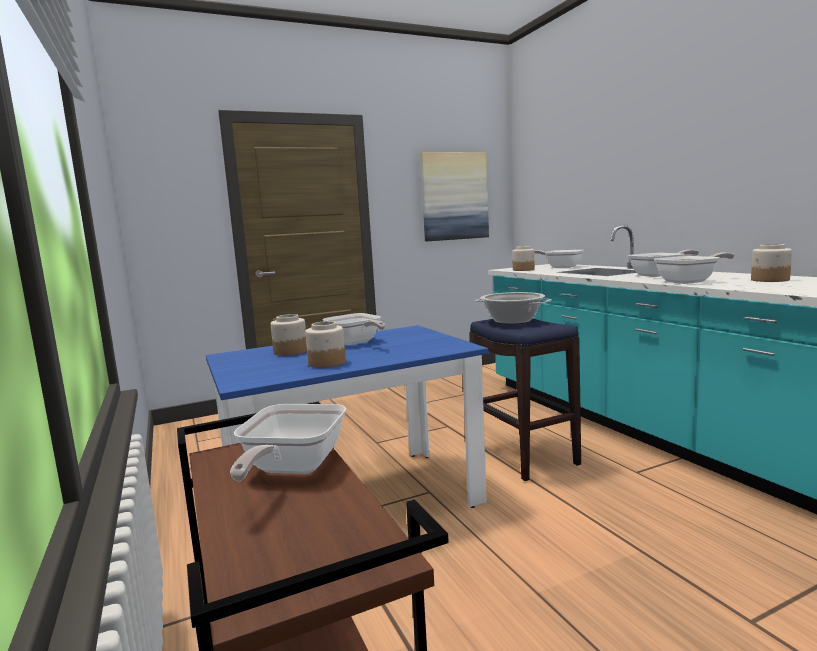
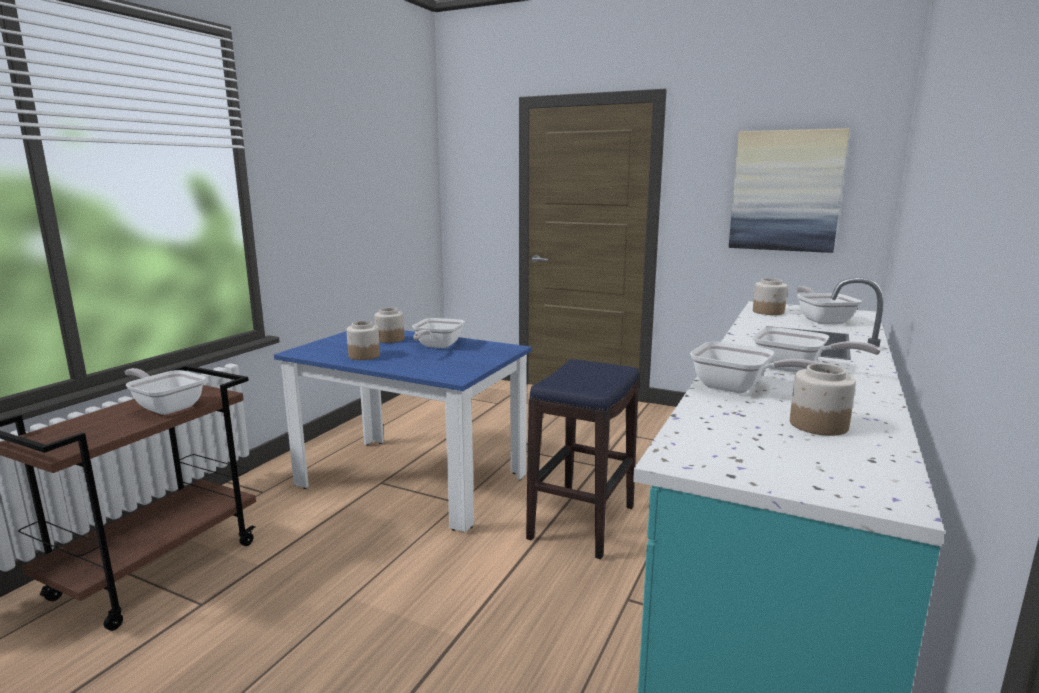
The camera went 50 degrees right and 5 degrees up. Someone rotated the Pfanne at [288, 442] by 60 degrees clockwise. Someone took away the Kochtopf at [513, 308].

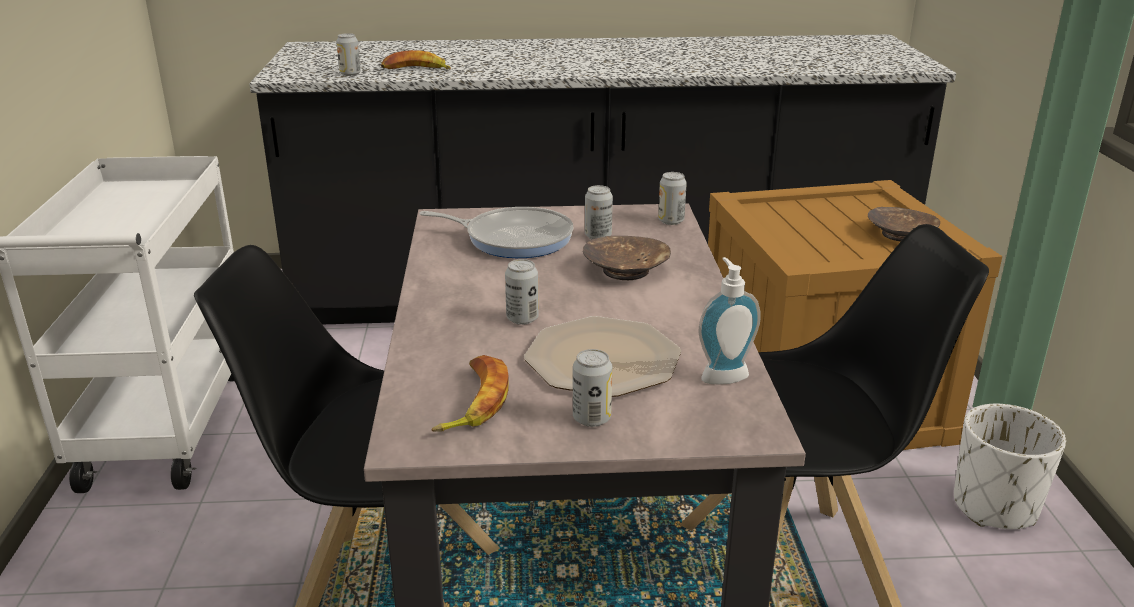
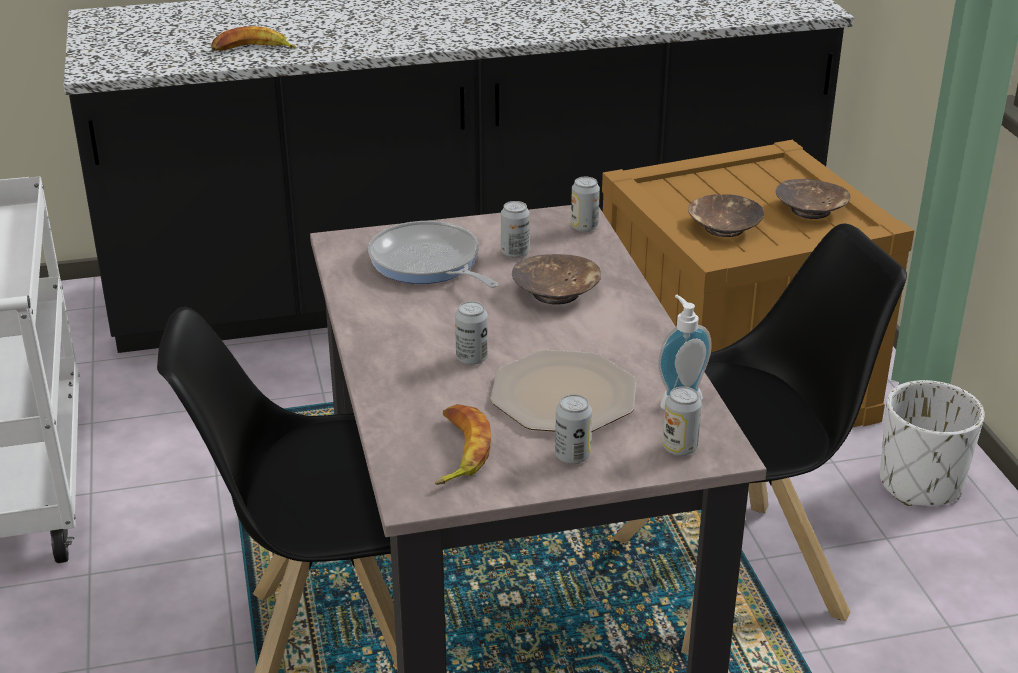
The camera went 10 degrees left and 5 degrees up. Someone rotated the Pfanne at [496, 232] by 135 degrees counterclockwise. Someone carried the Dose from [348, 54] to [682, 421]. Someone put down the Schüssel (braun) at [726, 215].

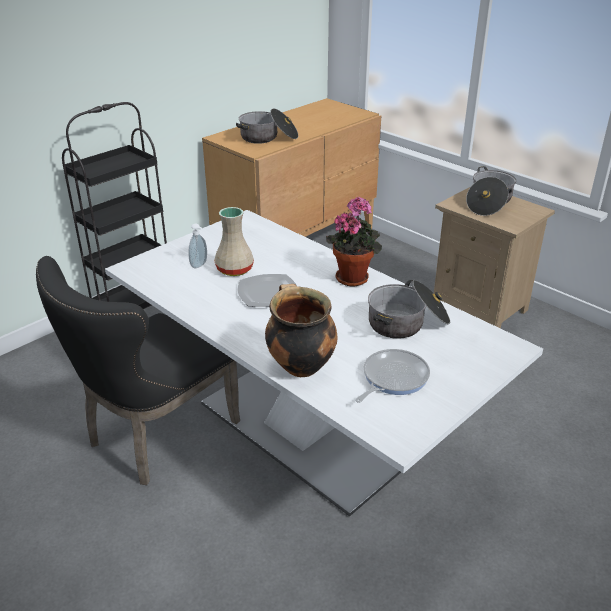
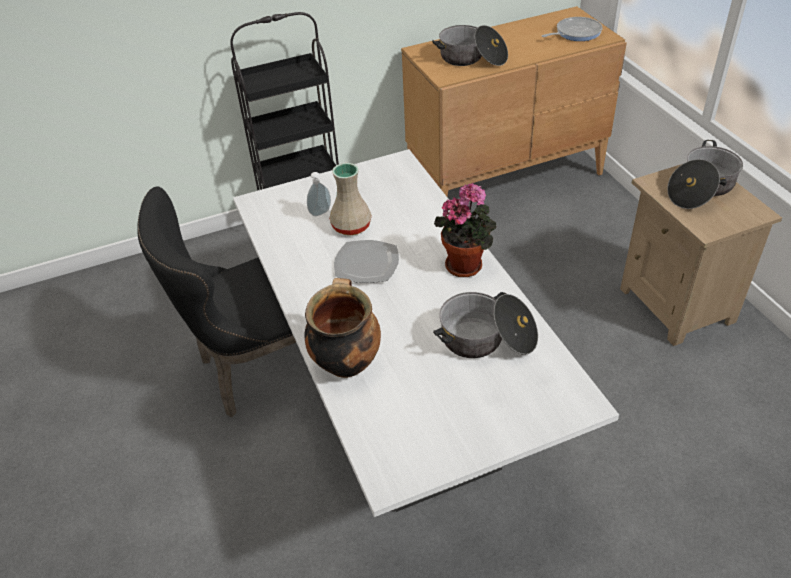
The camera went 25 degrees right and 10 degrees up. Someone carried the Pfanne from [392, 376] to [572, 29].

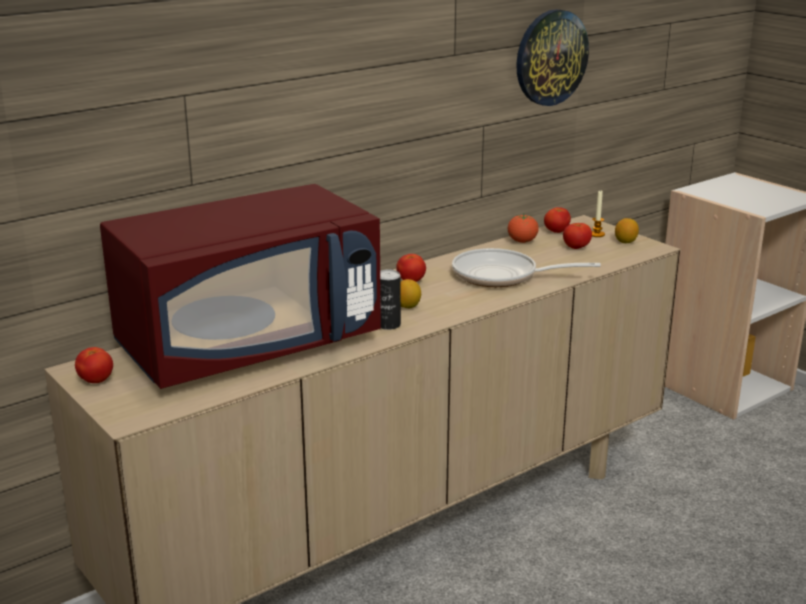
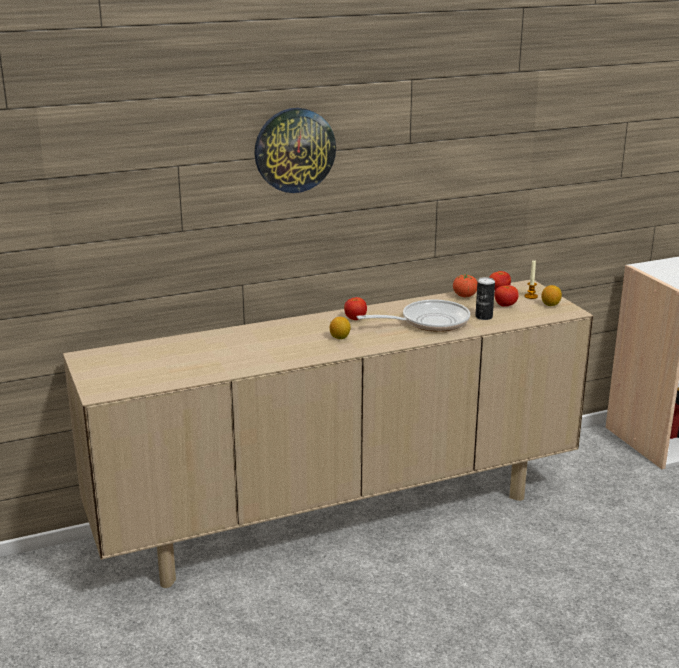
The camera went 15 degrees right and 0 degrees up. Someone carried the Wanduhr from [552, 57] to [295, 150]. Someone rotated the Pfanne at [526, 267] by 135 degrees clockwise. Someone carried the Dose from [390, 299] to [485, 298]. Someone took away the Tomate at [94, 365]. Someone took away the Mikrowelle (rot) at [240, 286].

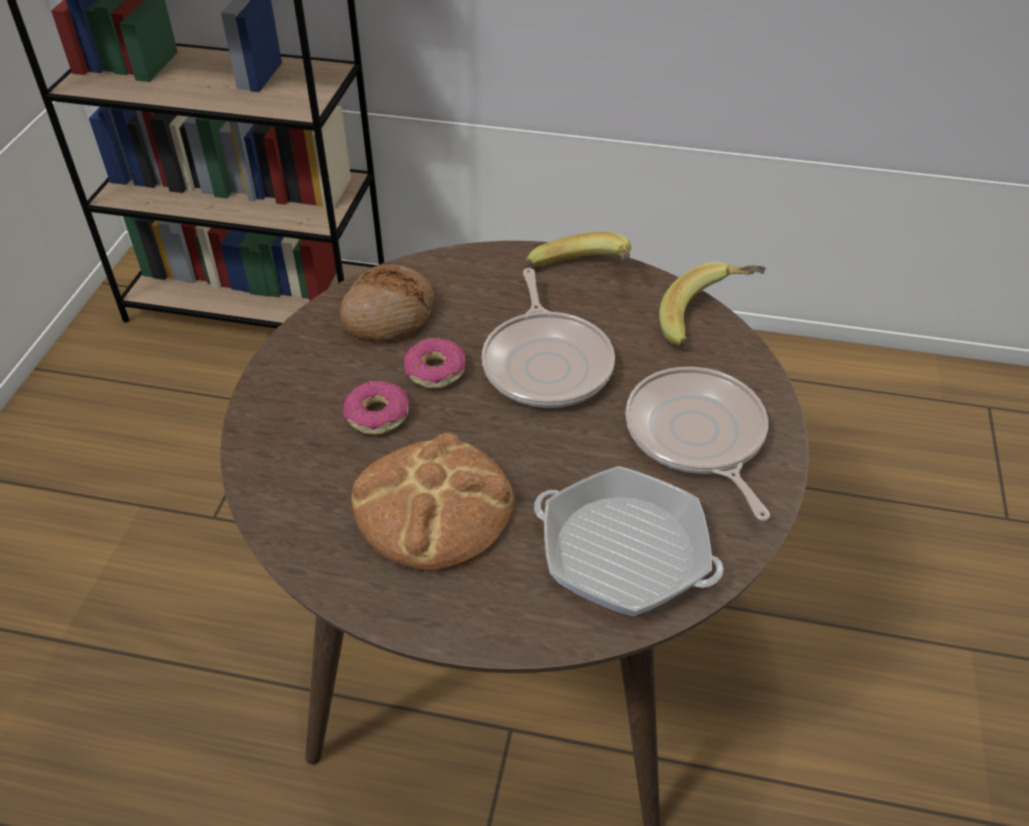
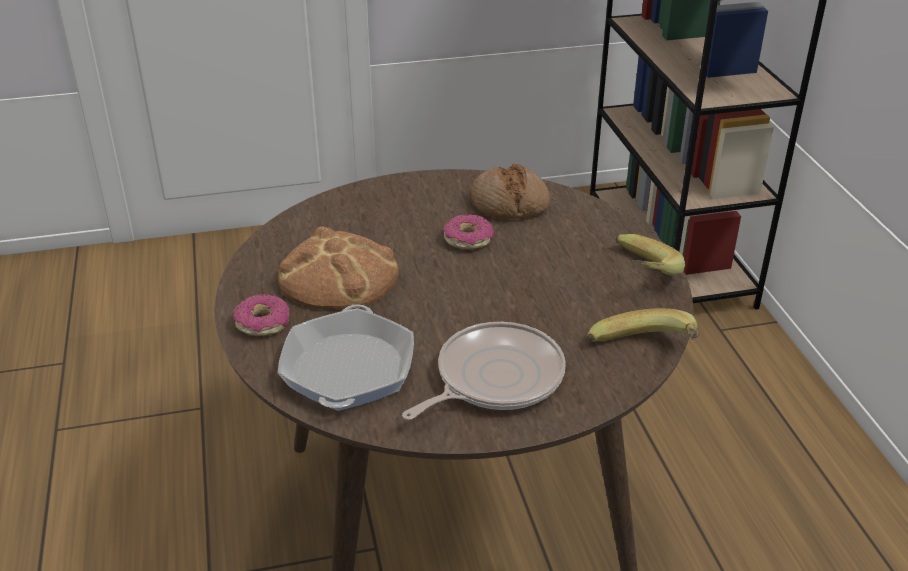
The camera went 65 degrees right and 10 degrees down. Someone carried the Donut from [376, 407] to [261, 315]. Someone took away the Pfanne at [548, 338].

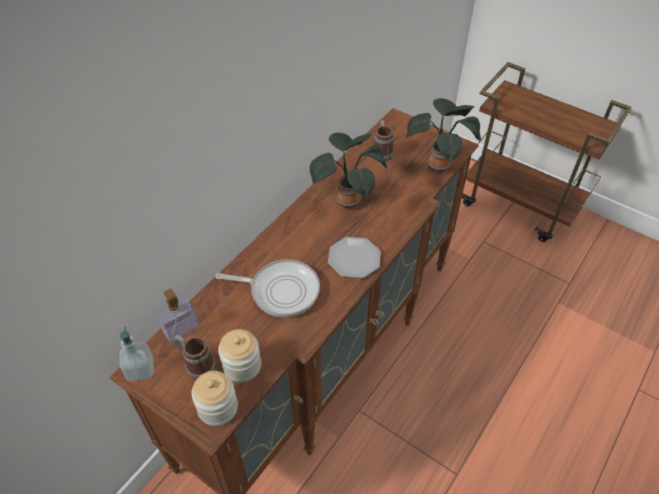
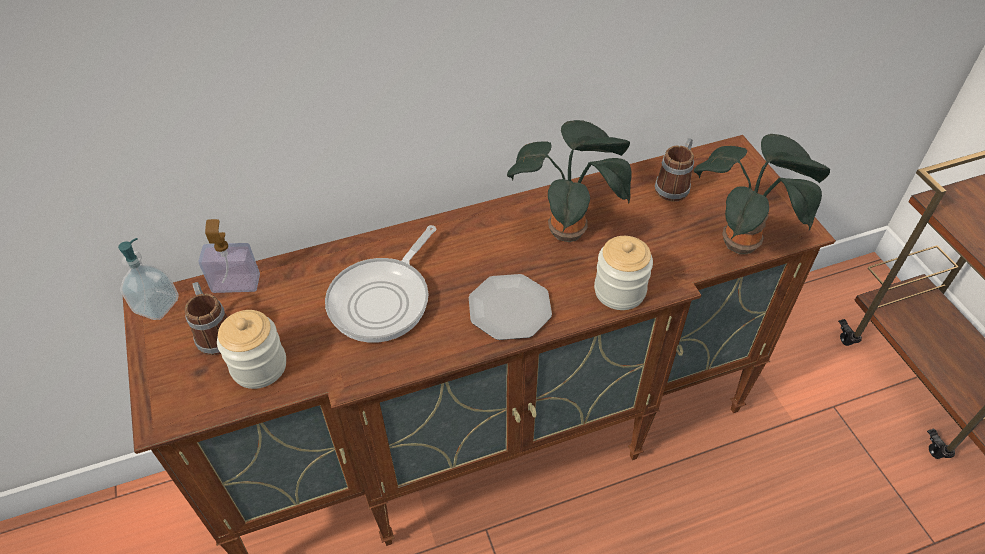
The camera went 35 degrees right and 0 degrees up. Someone rotated the Pfanne at [267, 288] by 75 degrees clockwise. Someone carried the Vorratsglas from [215, 398] to [623, 273].

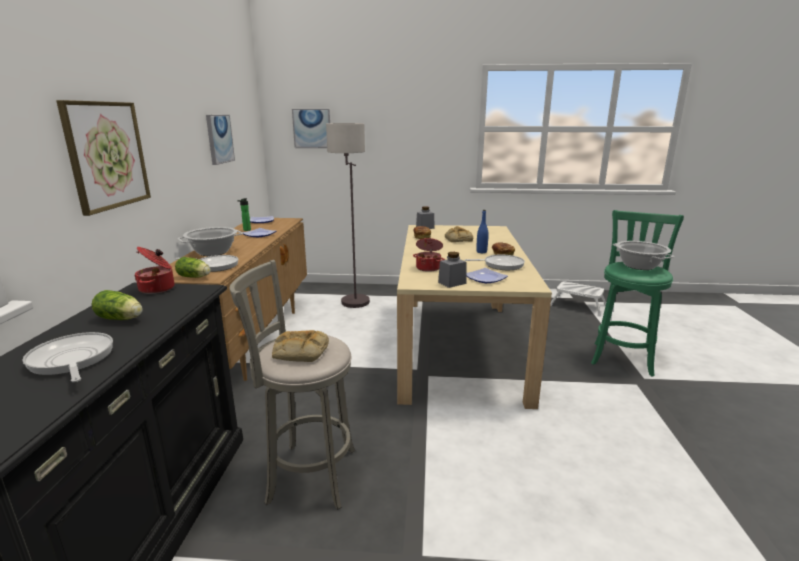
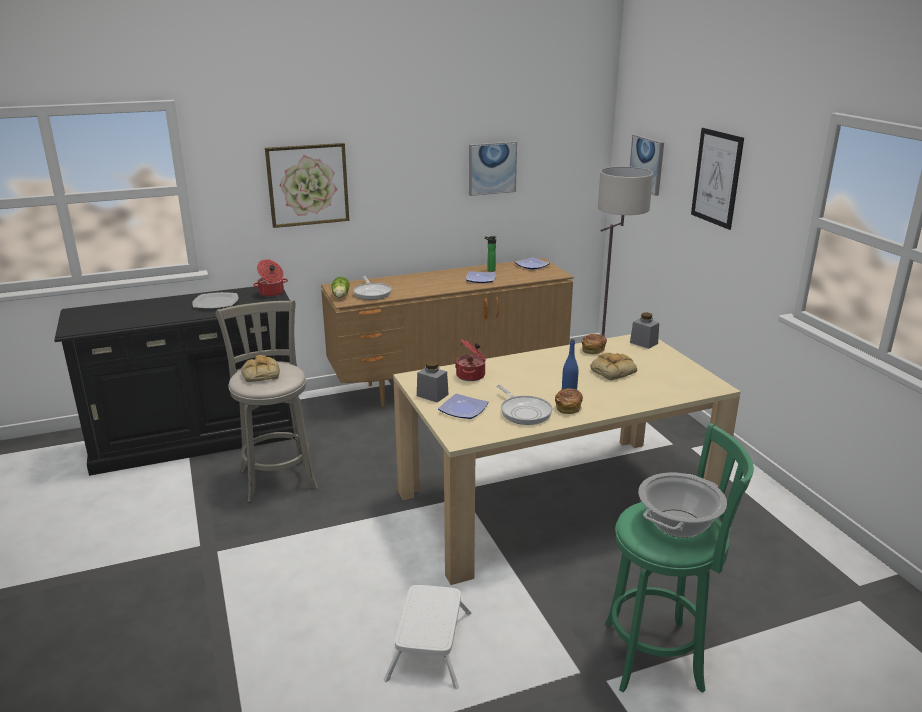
The camera went 65 degrees right and 5 degrees up. Someone swapped the Salatkopf at [116, 305] for the Teller at [215, 300]. Someone carried the Trittleiter (weiß) from [578, 298] to [427, 637]. Someone put up the Bild at [717, 179]. Someone took away the Pfanne at [67, 357]. Someone took away the Kochtopf at [210, 241].

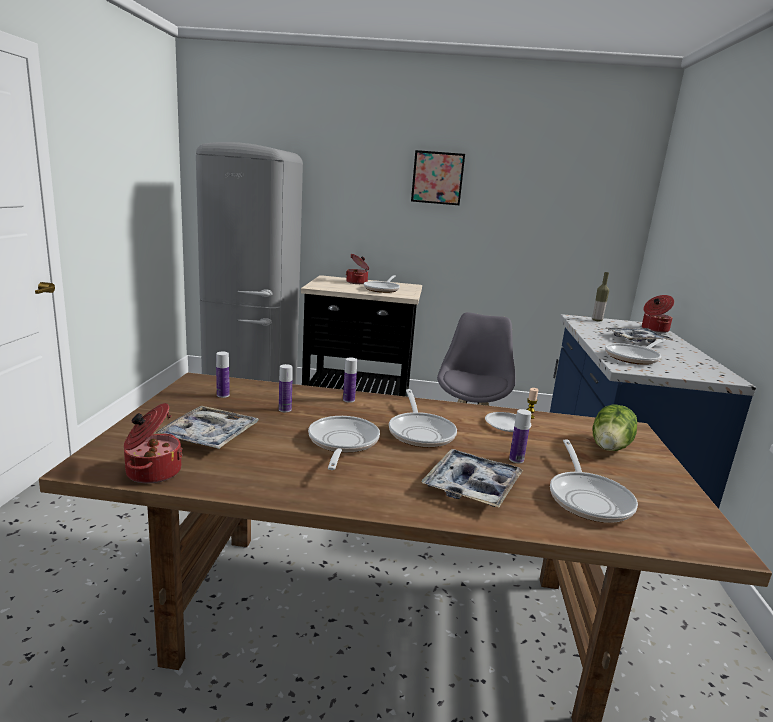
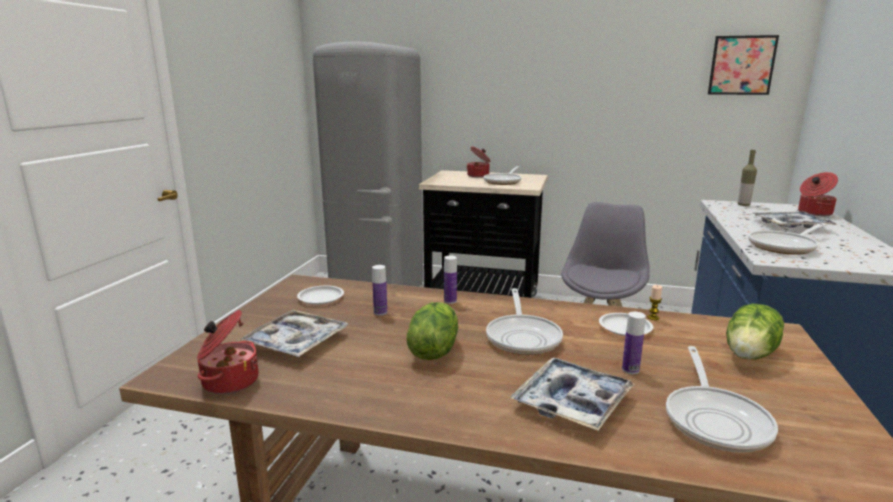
The camera went 10 degrees right and 0 degrees up. Someone swapped the Flasche at [223, 375] for the Teller (weiß) at [320, 295]. Someone swapped the Pfanne at [344, 443] for the Salatkopf at [432, 331]. Someone carried the Bild from [438, 177] to [743, 65].

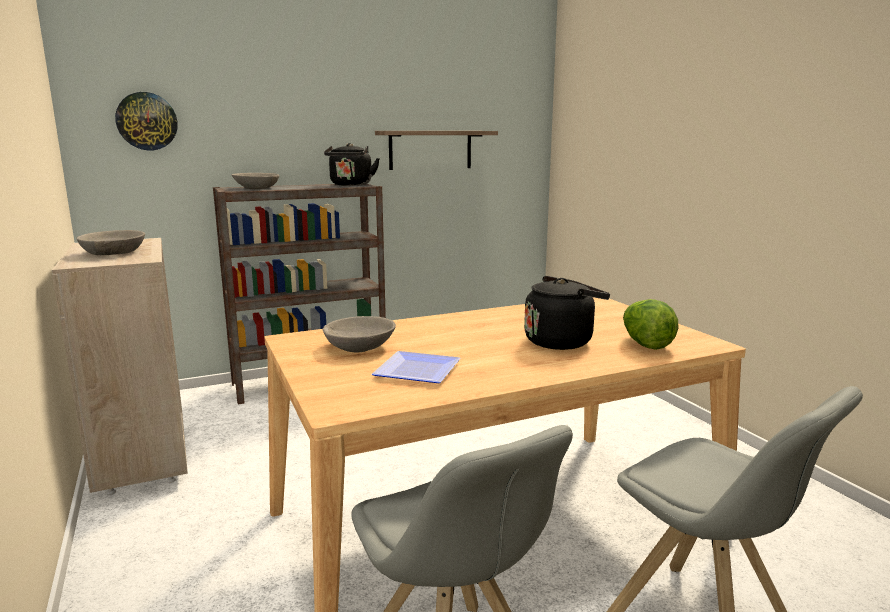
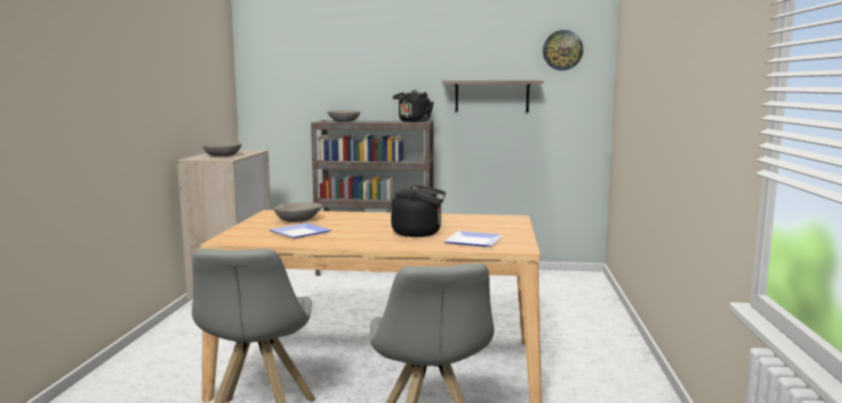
The camera went 30 degrees right and 5 degrees down. Someone swapped the Salatkopf at [651, 324] for the Teller at [473, 239]. Someone carried the Wanduhr from [146, 121] to [563, 50].

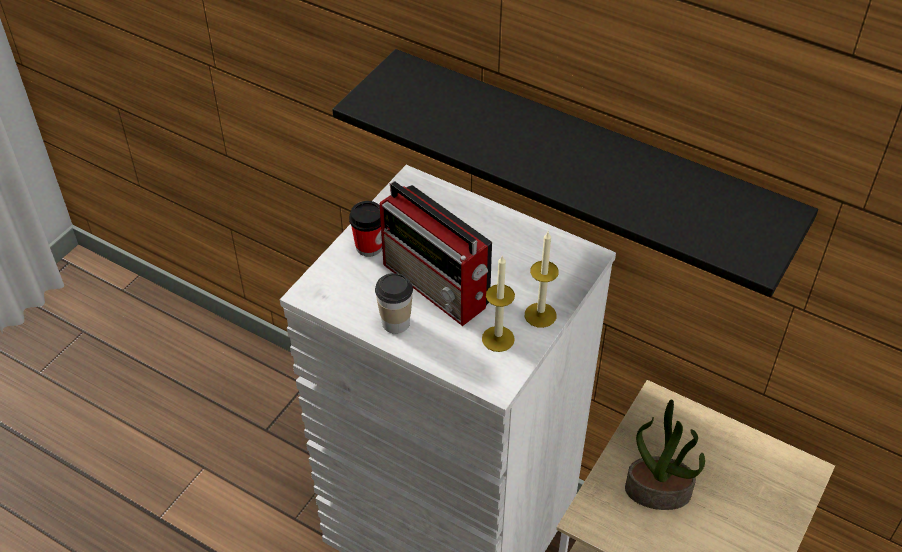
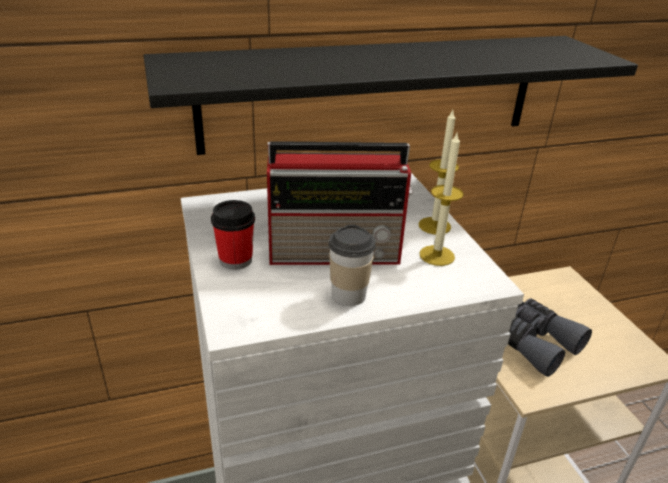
The camera went 50 degrees left and 15 degrees down. Someone swapped the Topfpflanze at [665, 454] for the Fernglas (grau) at [550, 337].

